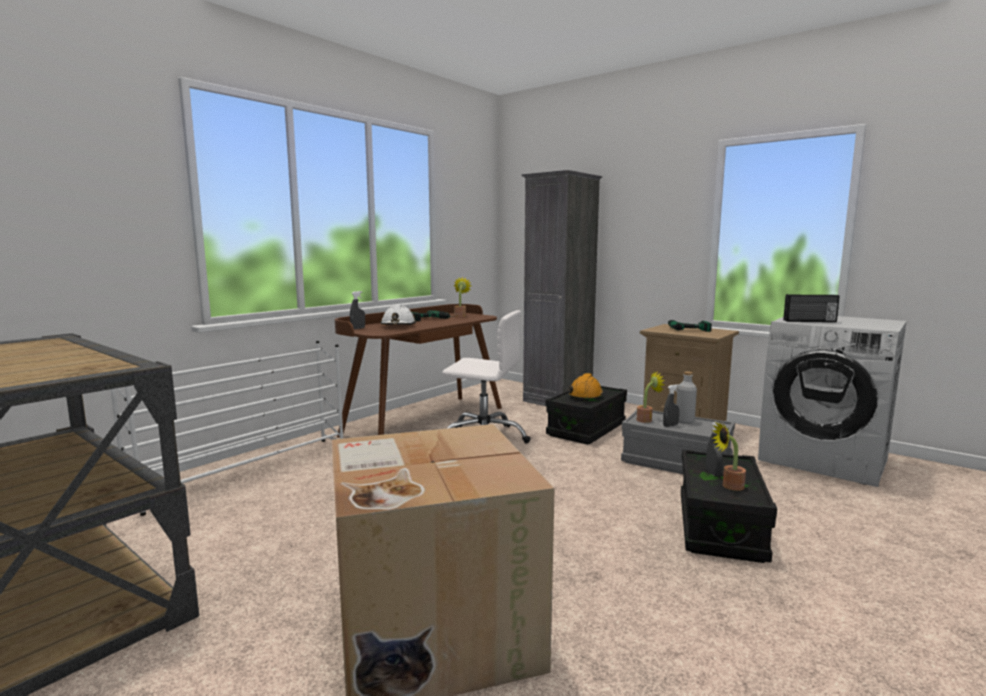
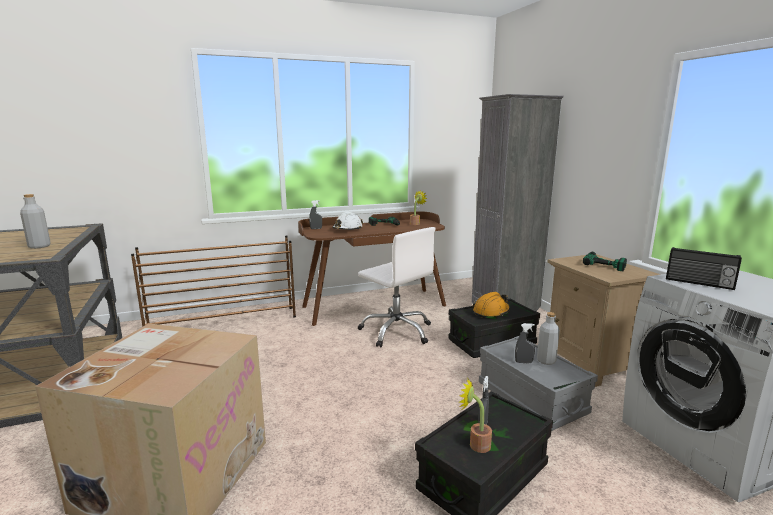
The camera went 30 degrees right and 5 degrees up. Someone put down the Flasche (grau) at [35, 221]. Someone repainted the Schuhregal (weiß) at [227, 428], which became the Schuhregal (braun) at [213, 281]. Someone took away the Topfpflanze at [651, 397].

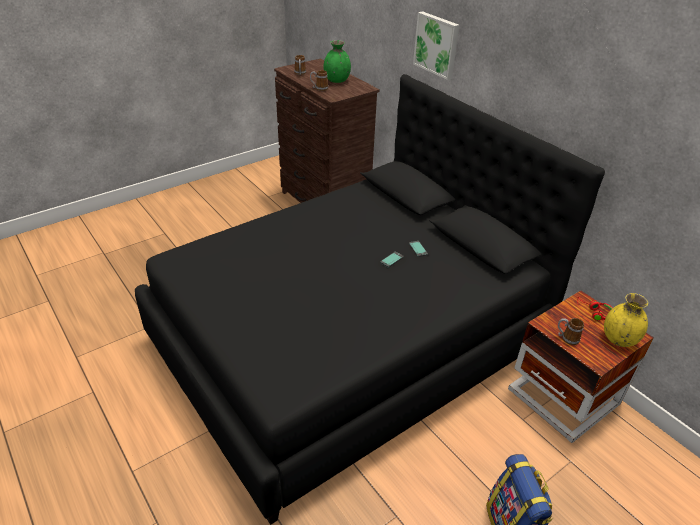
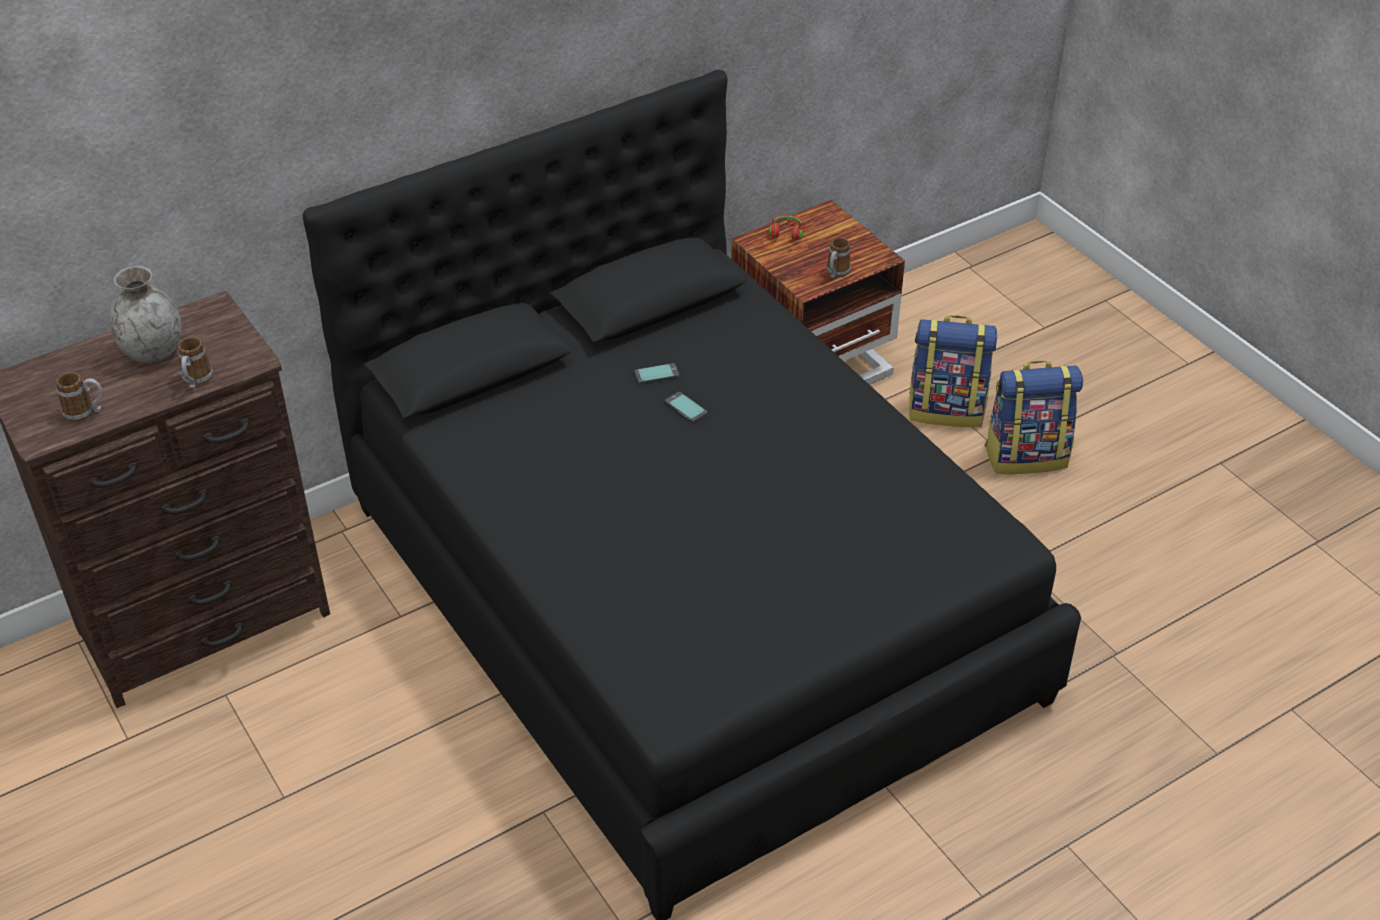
The camera went 85 degrees left and 5 degrees up. Someone repainted the Vase (grün) at [337, 61], which became the Vase (grau) at [146, 314]. Someone put down the Rucksack at [953, 371]. Someone took away the Bild at [436, 45]. Someone took away the Vase (gelb) at [626, 320].

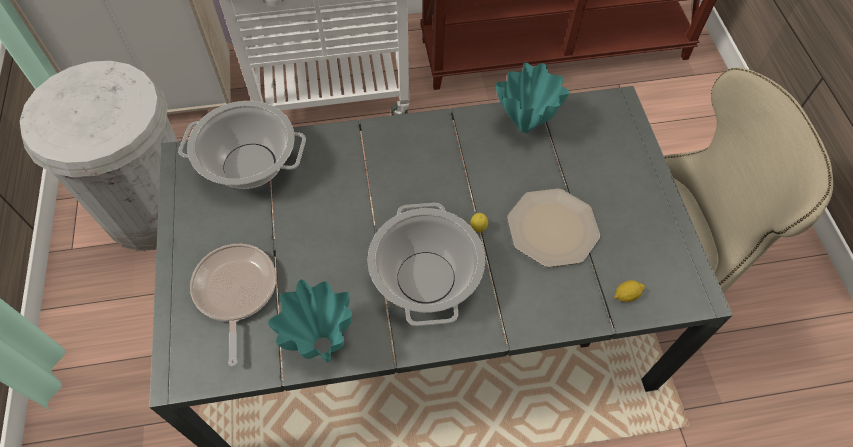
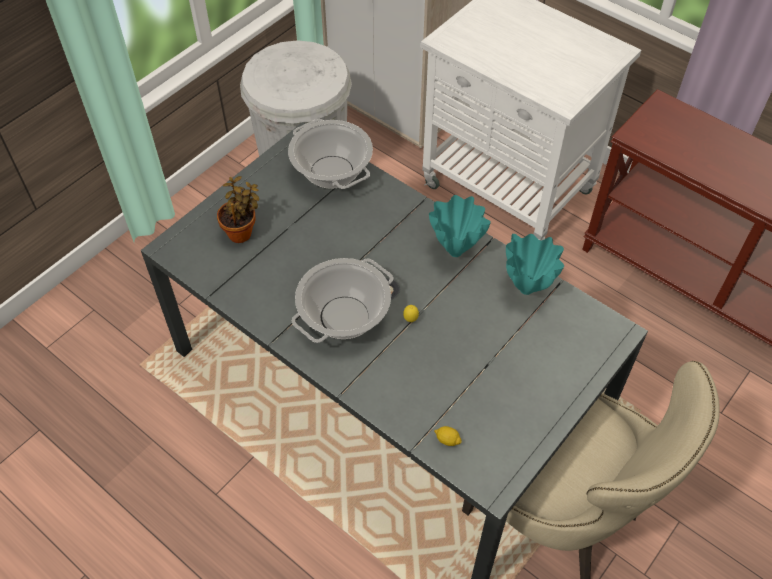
The camera went 50 degrees right and 5 degrees down. Someone swapped the Pfanne at [233, 305] for the Topfpflanze at [238, 209]. Someone carried the Vase (türkis) from [310, 321] to [460, 226]. Someone took away the Teller at [553, 228].

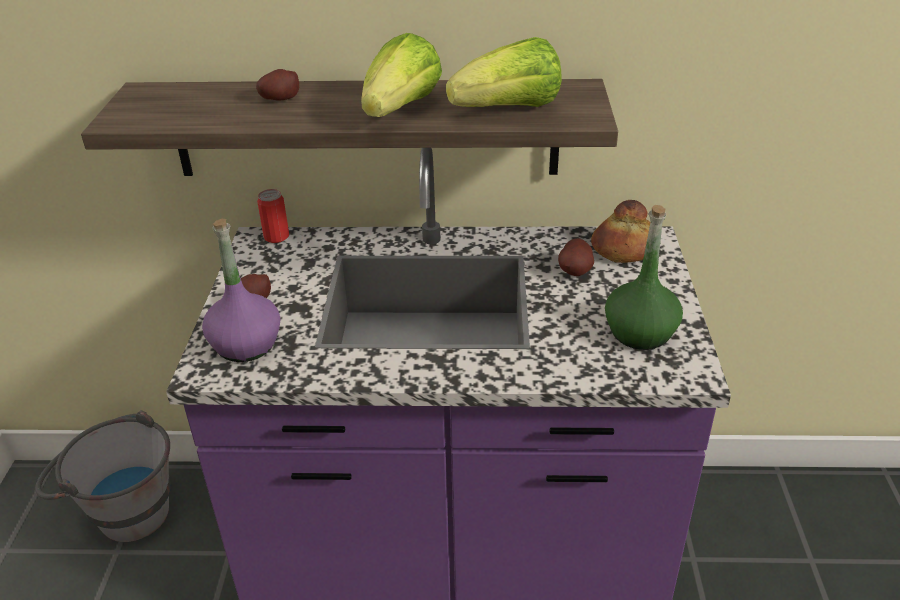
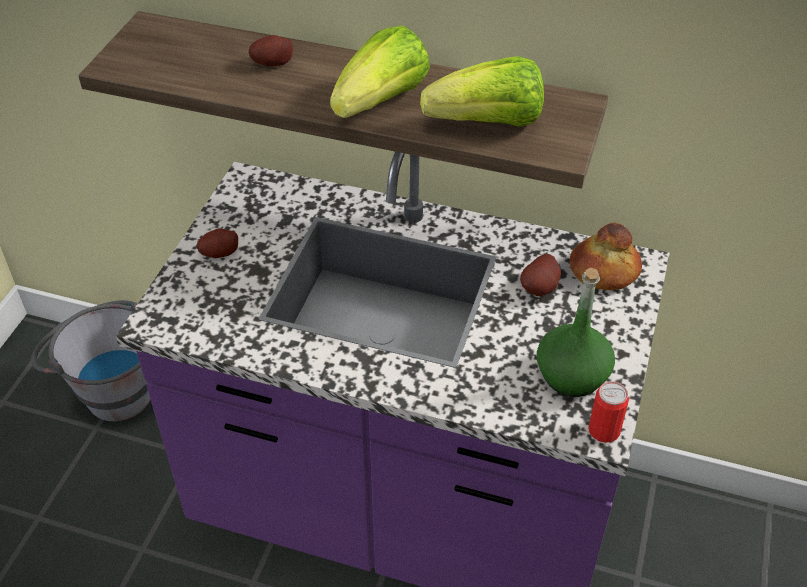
The camera went 15 degrees right and 10 degrees up. Someone carried the Dose from [273, 216] to [608, 412]. Someone took away the Flasche (lila) at [241, 290].

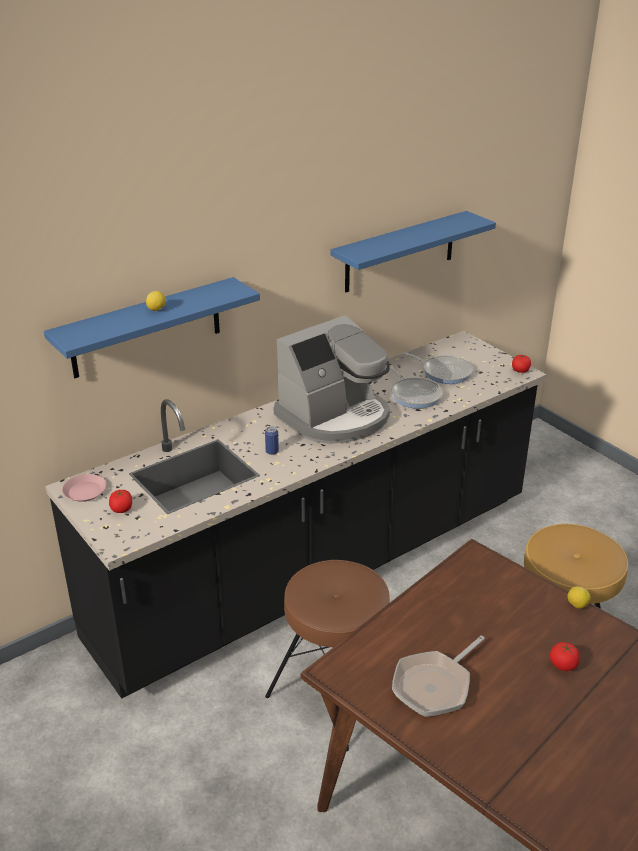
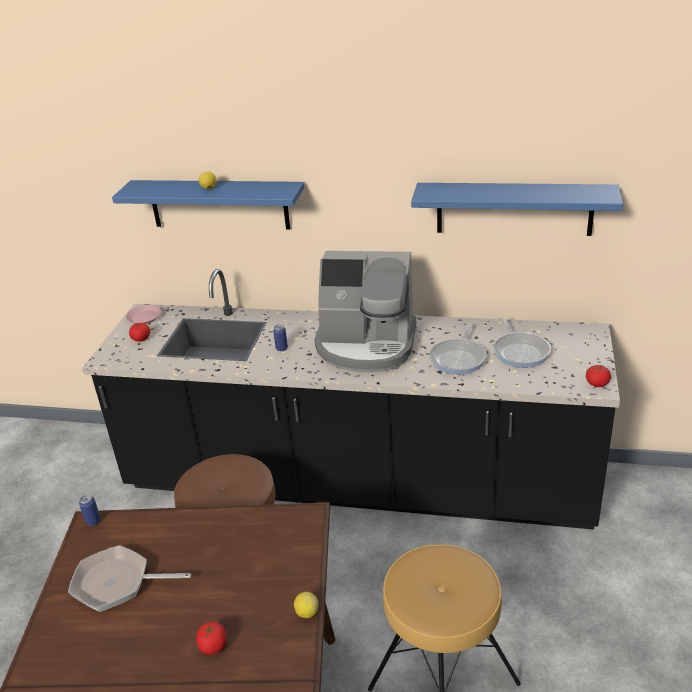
The camera went 50 degrees right and 0 degrees up. Someone put down the Dose at [90, 510].

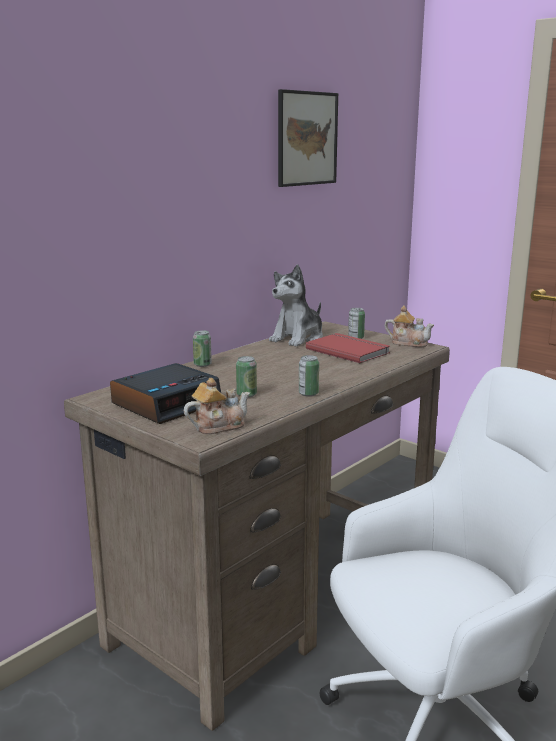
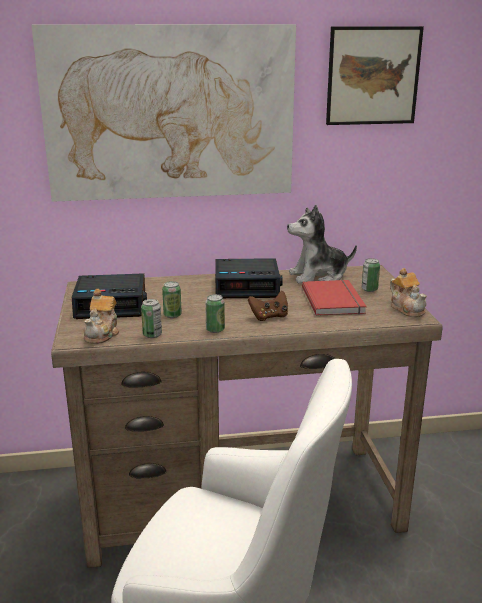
The camera went 40 degrees right and 5 degrees up. Someone put up the Bild at [163, 113]. Someone rotated the Teekanne at [217, 406] by 90 degrees clockwise. Someone carried the Dose from [202, 348] to [151, 318]. Someone put down the Wecker at [249, 278]. Someone put down the Gamepad (braun) at [268, 306].

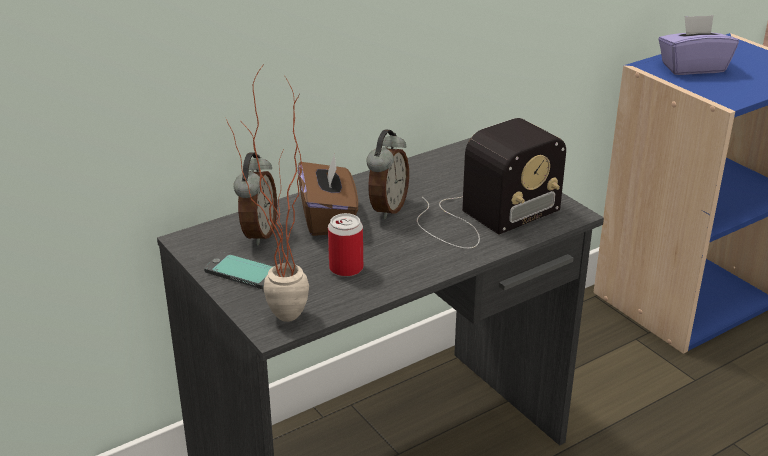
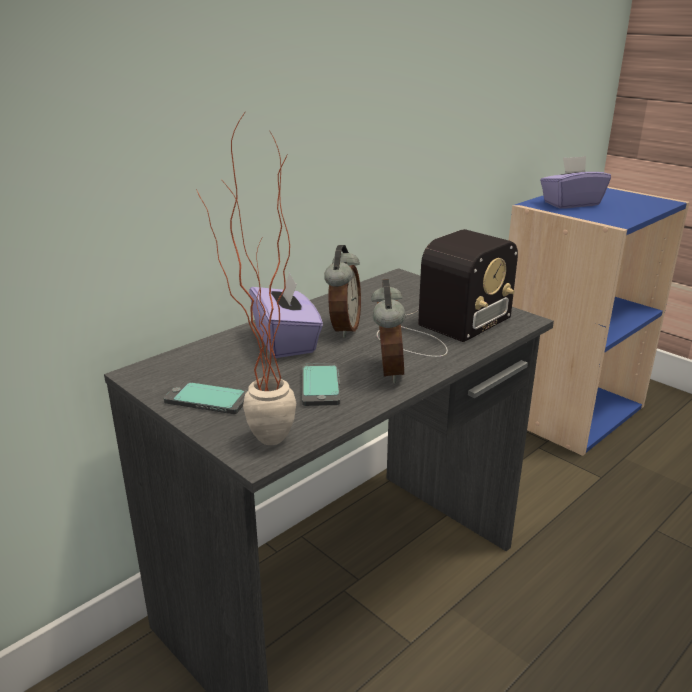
The camera went 10 degrees left and 5 degrees down. Someone repainted the Taschentuchbox (braun) at [328, 195], which became the Taschentuchbox (lila) at [286, 315]. Someone swapped the Dose at [345, 245] for the Handy at [321, 384]. Someone carried the Wecker from [255, 199] to [388, 331].

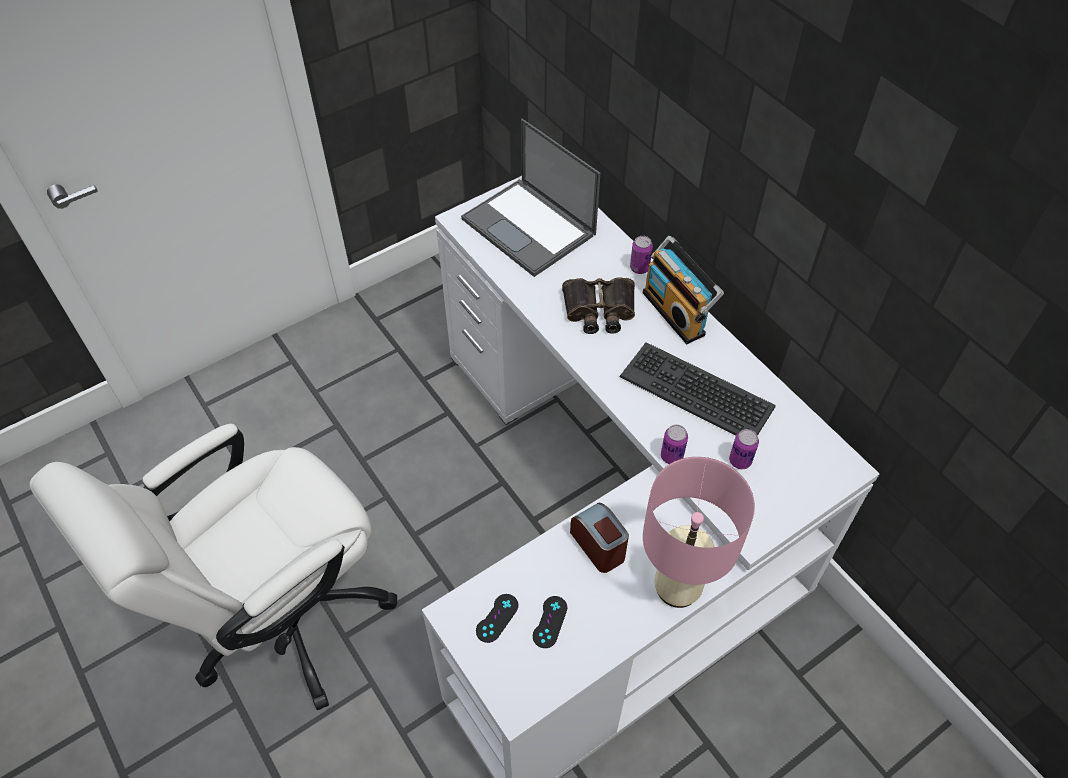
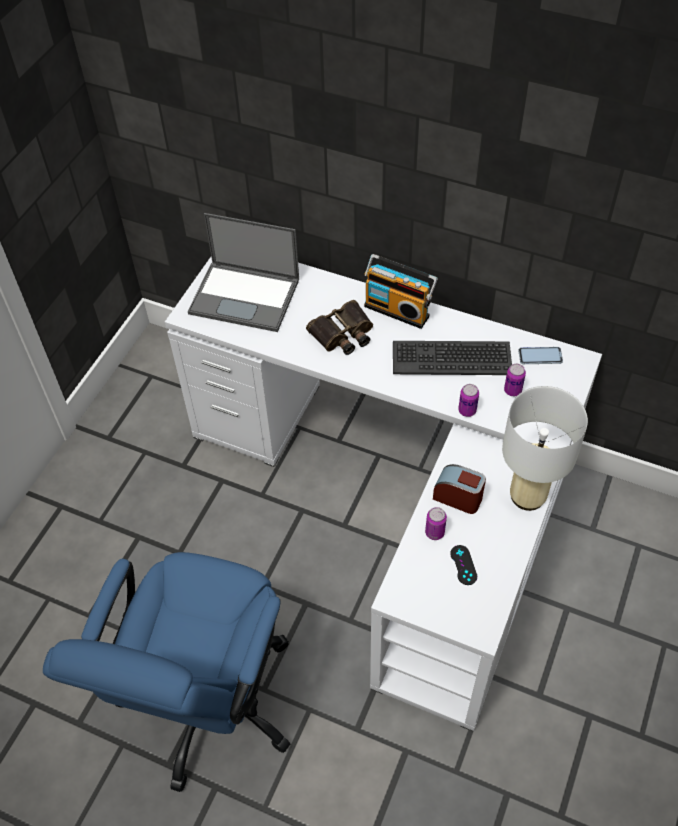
The camera went 30 degrees left and 0 degrees up. Someone repainted the Bürostuhl (weiß) at [213, 567], which became the Bürostuhl (blau) at [166, 672]. Someone carried the Dose from [641, 255] to [436, 523]. Someone repainted the Tischlampe (rosa) at [699, 532], which became the Tischlampe (weiß) at [545, 448]. Someone put down the Handy at [540, 355]. Someone took away the Gamepad (schwarz) at [497, 618].

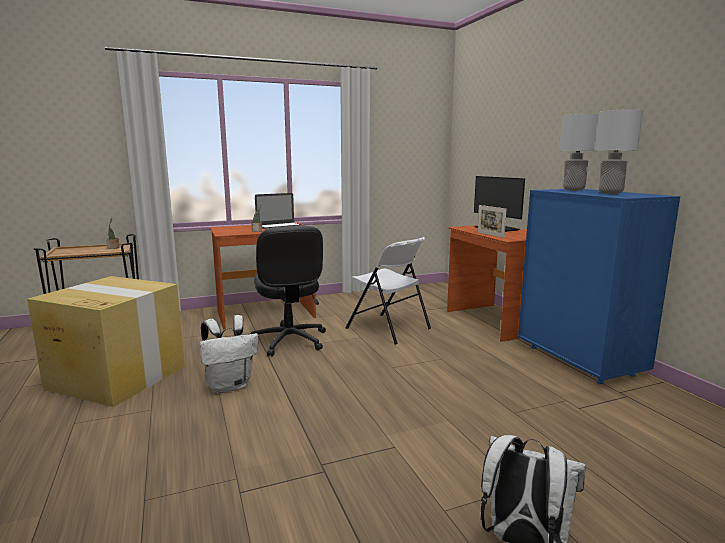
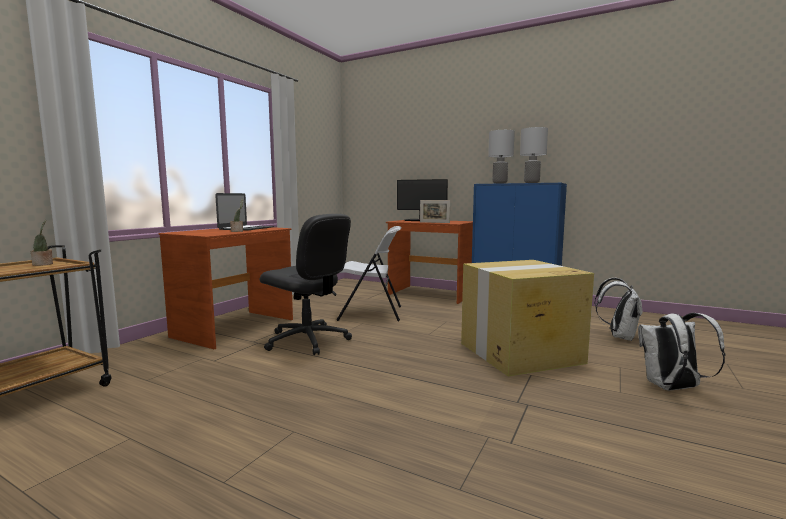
The camera went 40 degrees left and 5 degrees down. Someone carried the Karton from [106, 341] to [527, 318]. Someone carried the Rucksack (weiß) from [229, 354] to [619, 309].

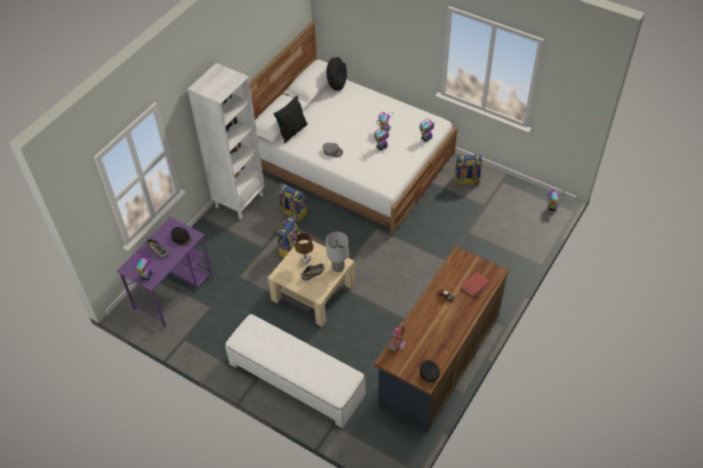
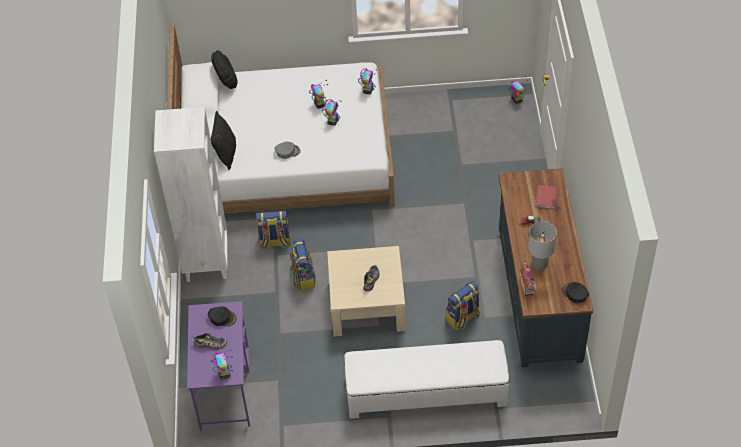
The camera went 35 degrees left and 0 degrees up. Someone carried the Rucksack from [468, 170] to [463, 305]. Someone carried the Tischlampe (grau) from [337, 252] to [542, 246]. Someone took away the Tischlampe (braun) at [304, 249].

